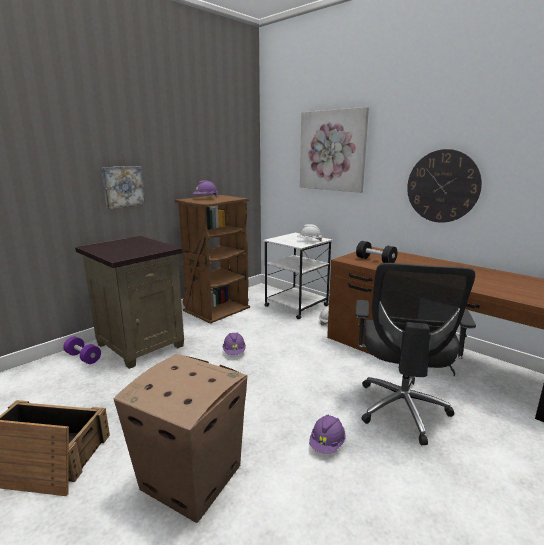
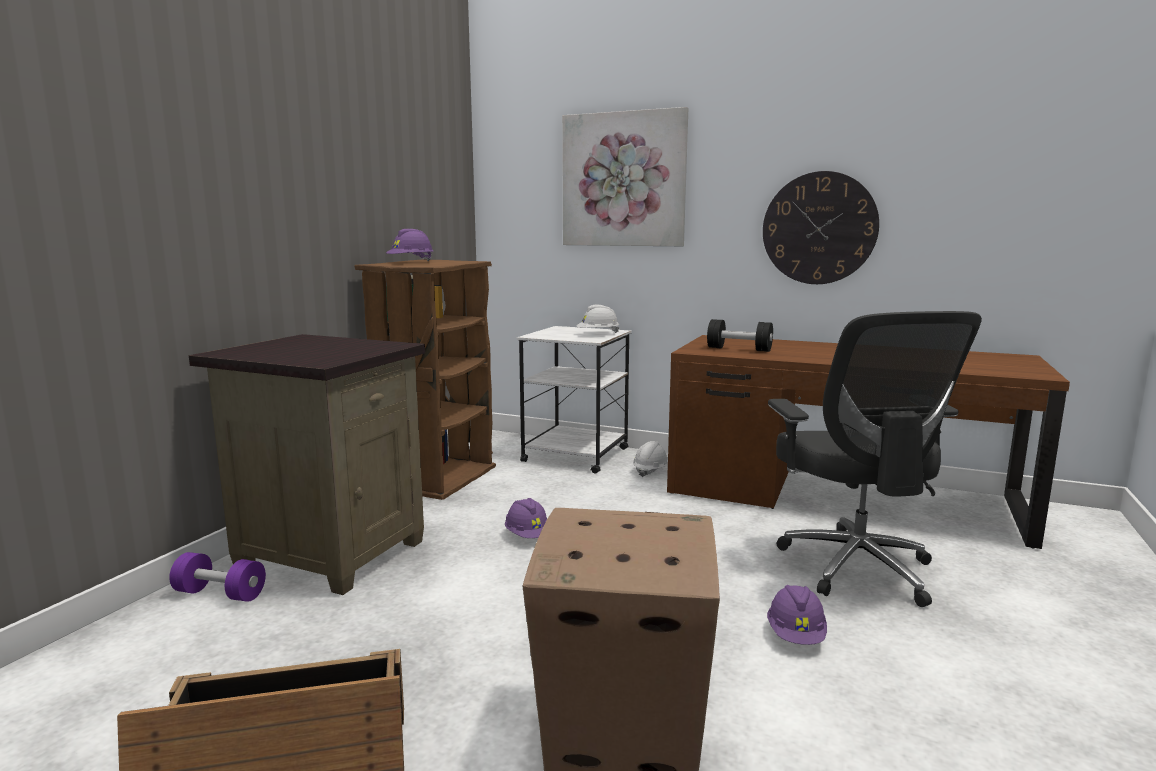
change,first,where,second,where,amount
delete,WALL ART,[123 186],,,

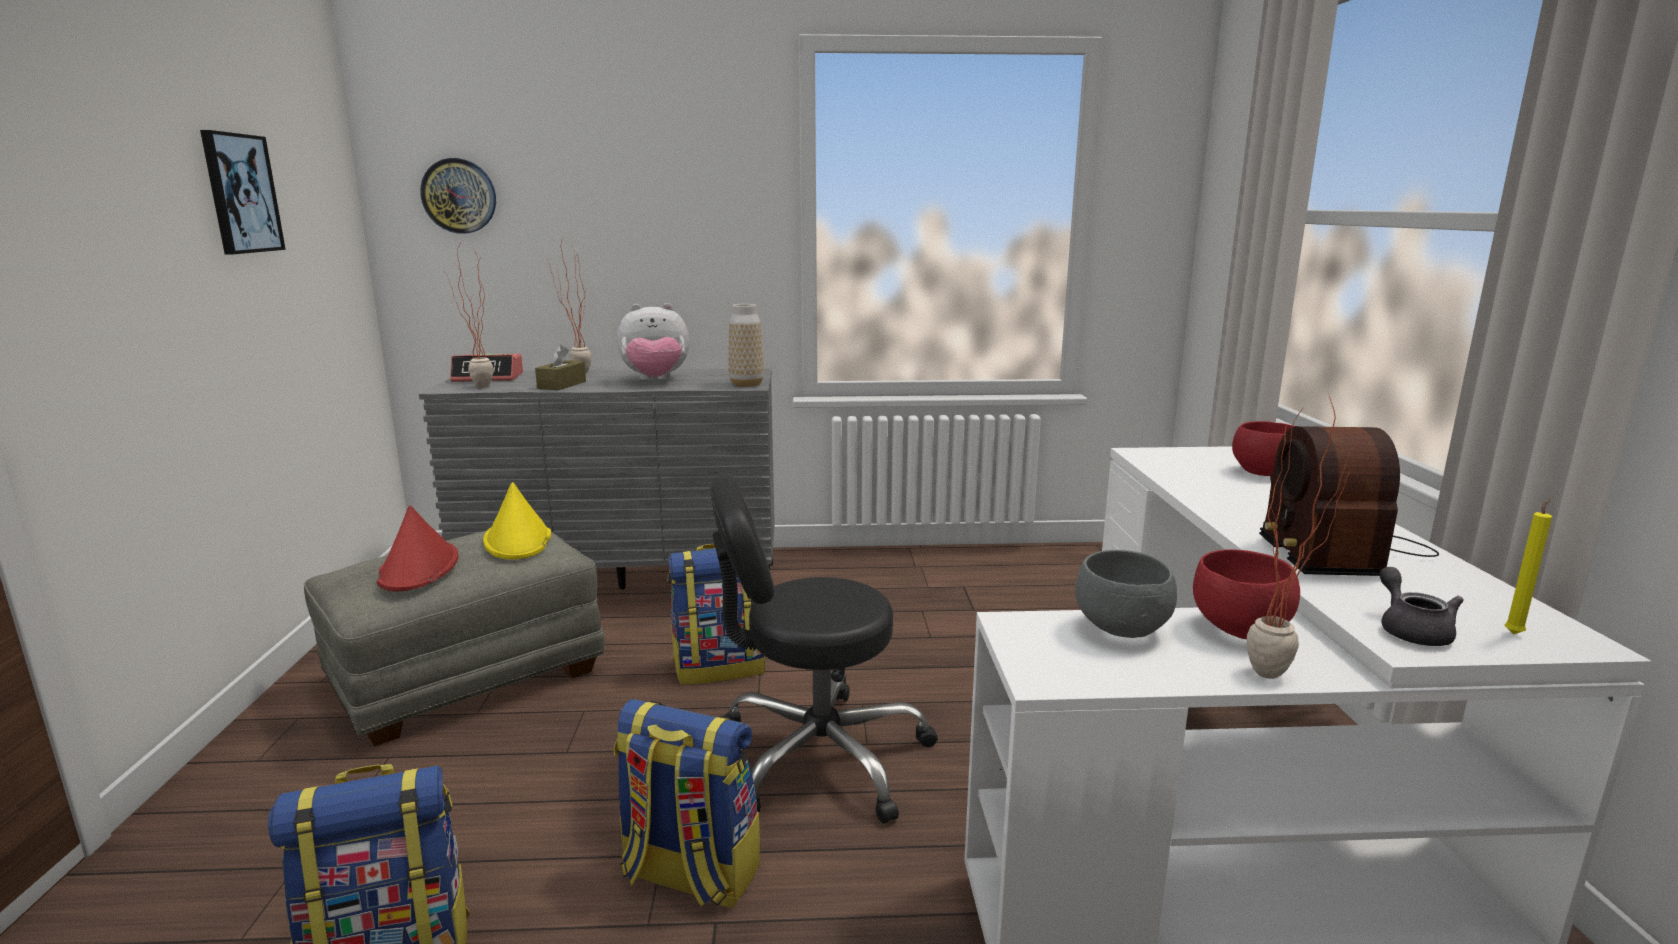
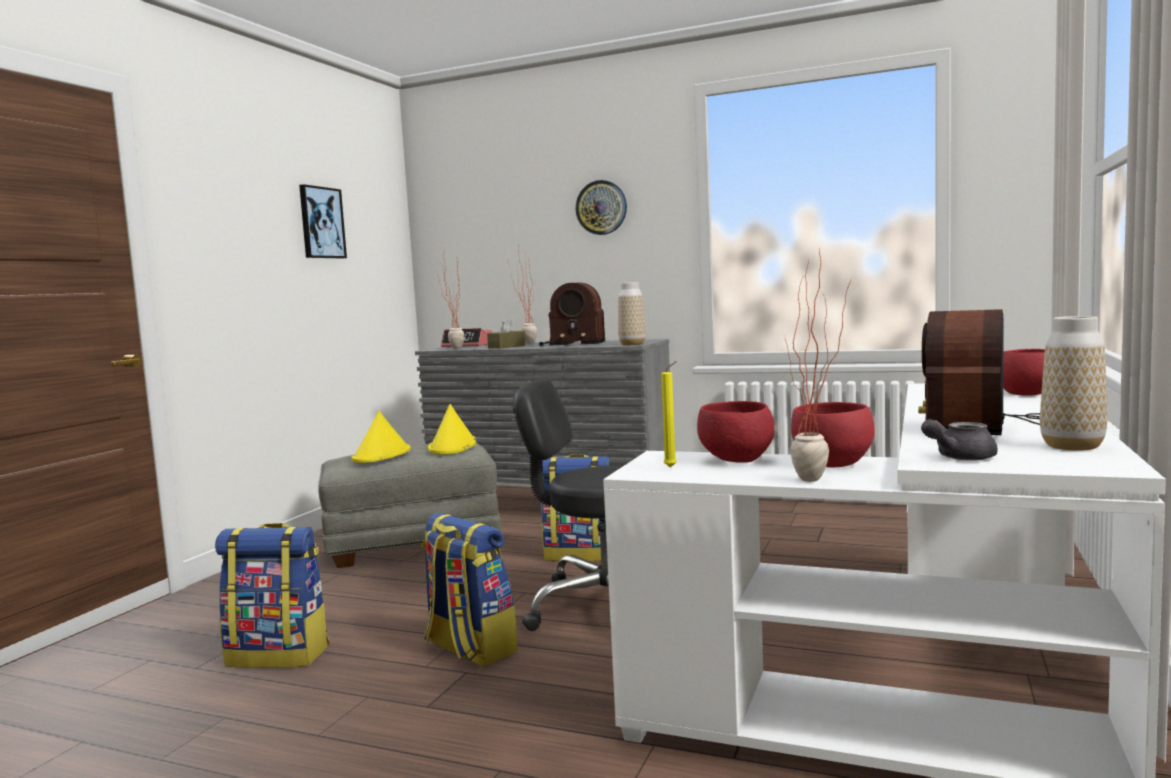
change,first,where,second,where,amount
recolor,RED-COLOURED HAT,[419 568],YELLOW HAT,[382 455],
replace,CUDDLY TOY,[655 381],RADIO RECEIVER,[572 344],
move,WALL CLOCK,[459 196],,[601 207],
move,YELLOW WAX LIGHT,[1514 633],,[672 467],
recolor,GREYISH SERVING BOWL,[1124 630],RED-COLOURED SERVING BOWL,[738 460],
rotate,GREYISH POT FOR TEA,[1411 630],,[958 458],135 degrees counterclockwise
insert,,,VASE,[1072 446],

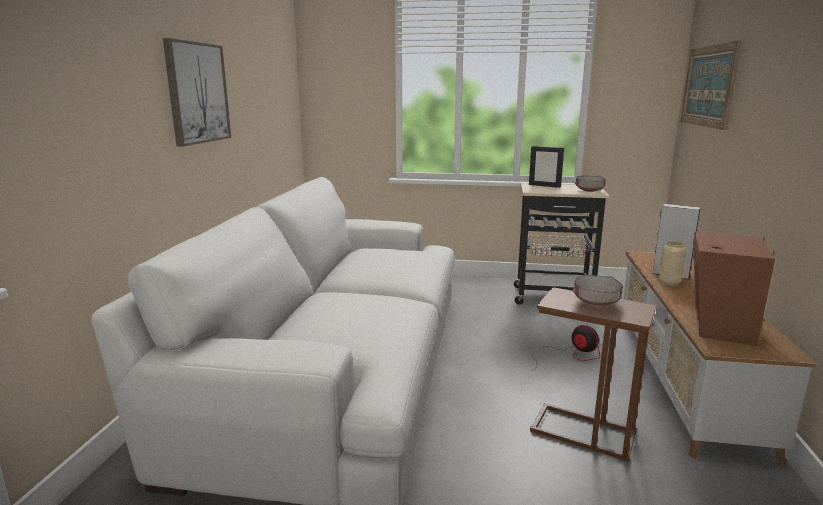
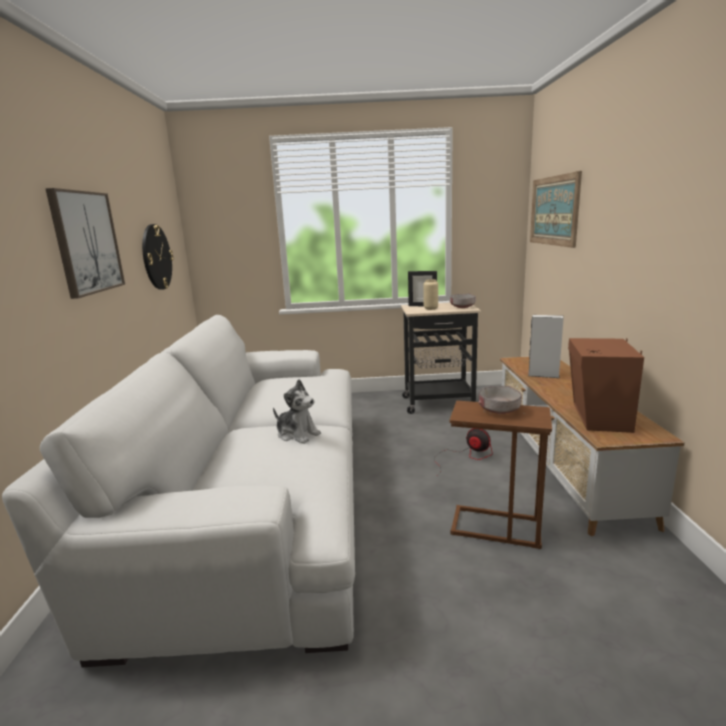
change,first,where,second,where,amount
insert,,,WALL CLOCK,[156 257],
insert,,,CUDDLY TOY,[297 434],
move,SAND-COLOURED VASE,[669 283],,[430 308],

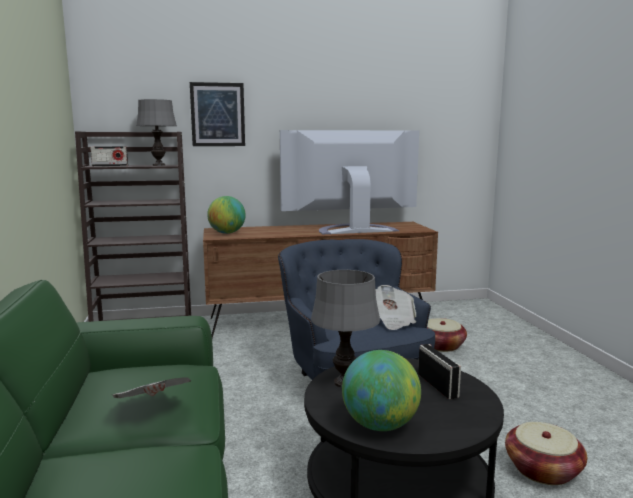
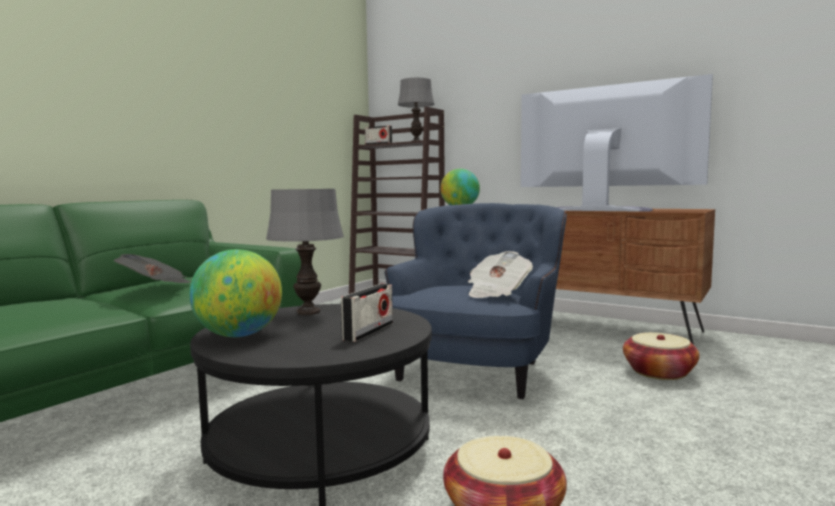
change,first,where,second,where,amount
delete,WALL ART,[217 114],,,

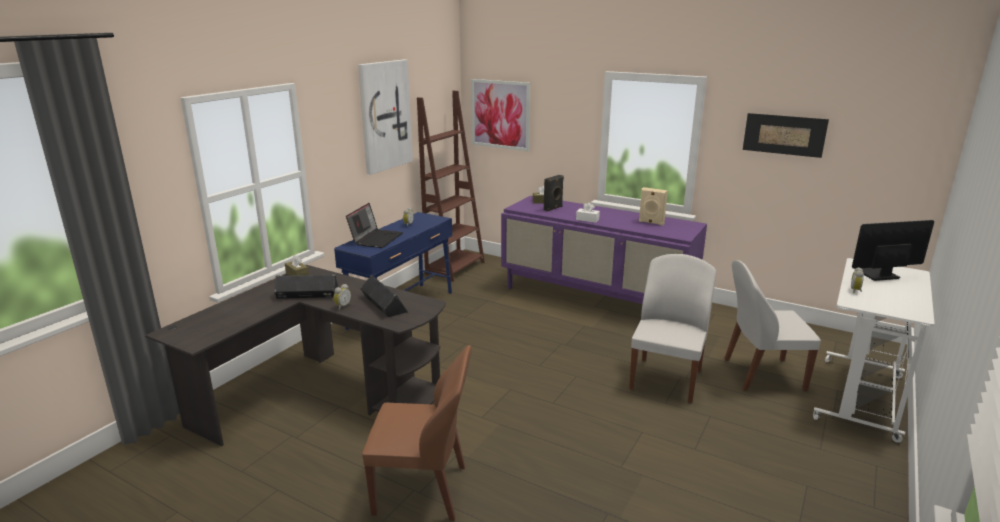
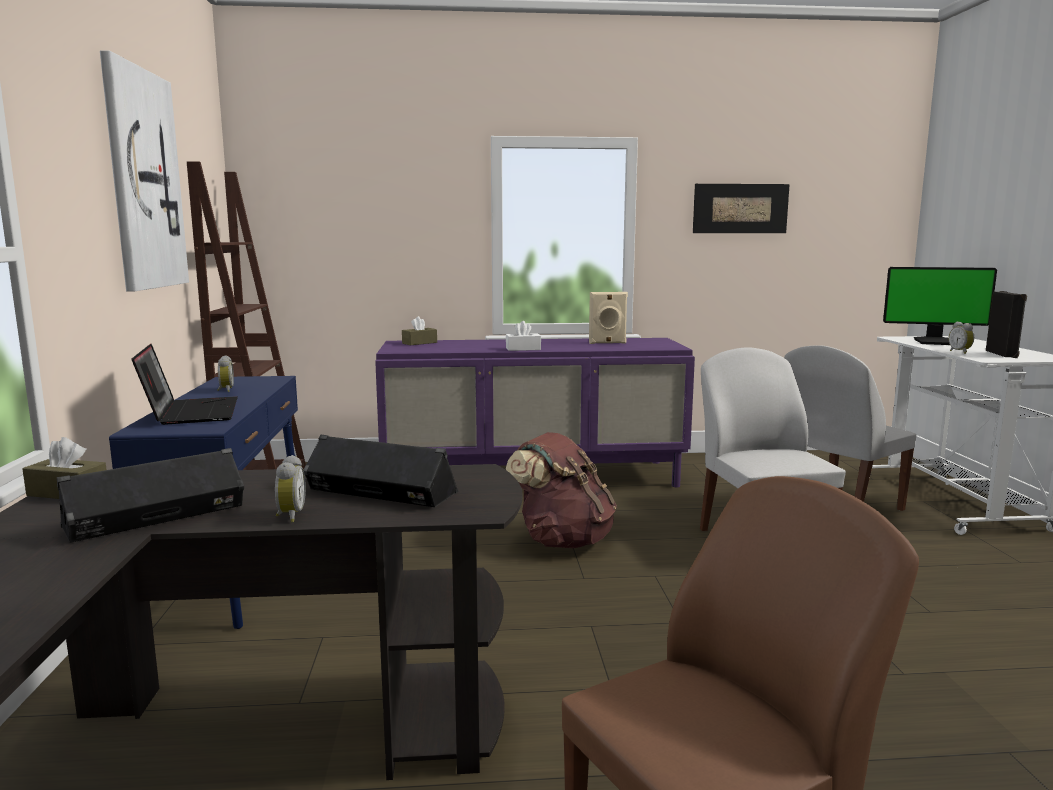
change,first,where,second,where,amount
insert,,,BROWN-COLOURED BACKPACK,[562 540],
rotate,COMPUTER DISPLAY,[877 275],,[937 342],120 degrees counterclockwise
move,BLACK-COLOURED LOUDSPEAKER,[553 208],,[1002 354],
delete,WALL ART,[500 114],,,

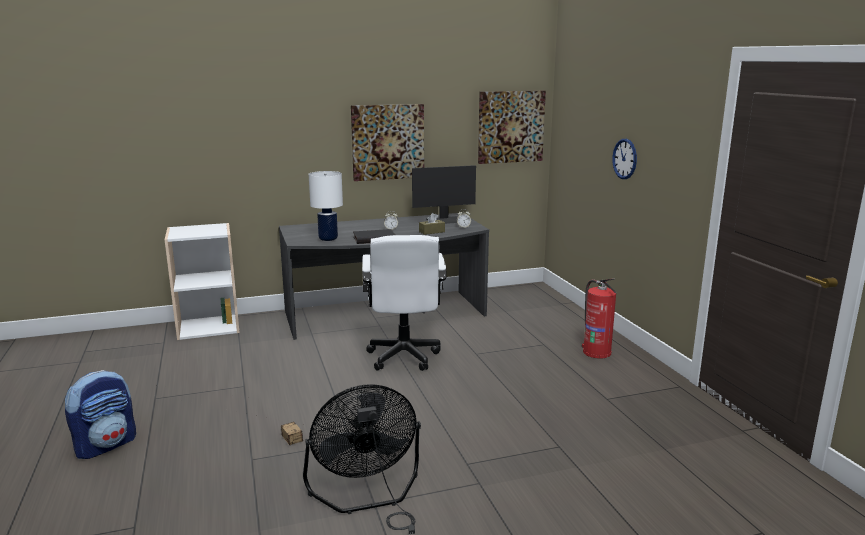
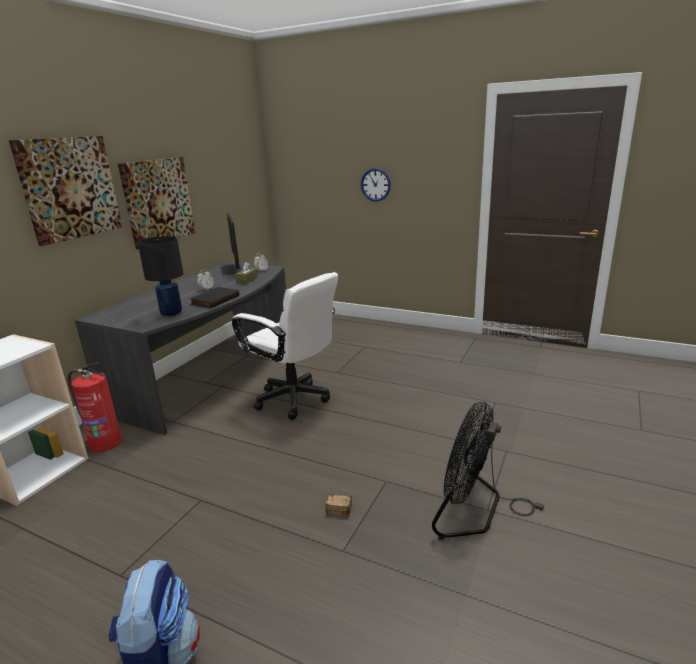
change,first,where,second,where,amount
move,WALL ART,[510 126],,[69 188],
move,EXTINGUISHER,[596 352],,[105 442],
recolor,WHITE TABLETOP LAMP,[328 239],BLACK-COLOURED TABLETOP LAMP,[172 314],
rotate,COMPUTER DISPLAY,[445 220],,[232 270],135 degrees clockwise

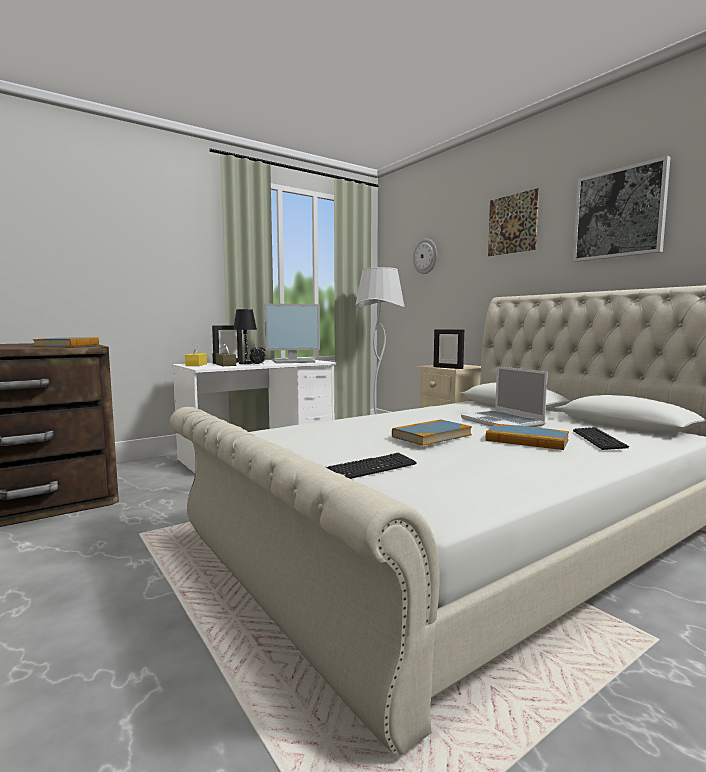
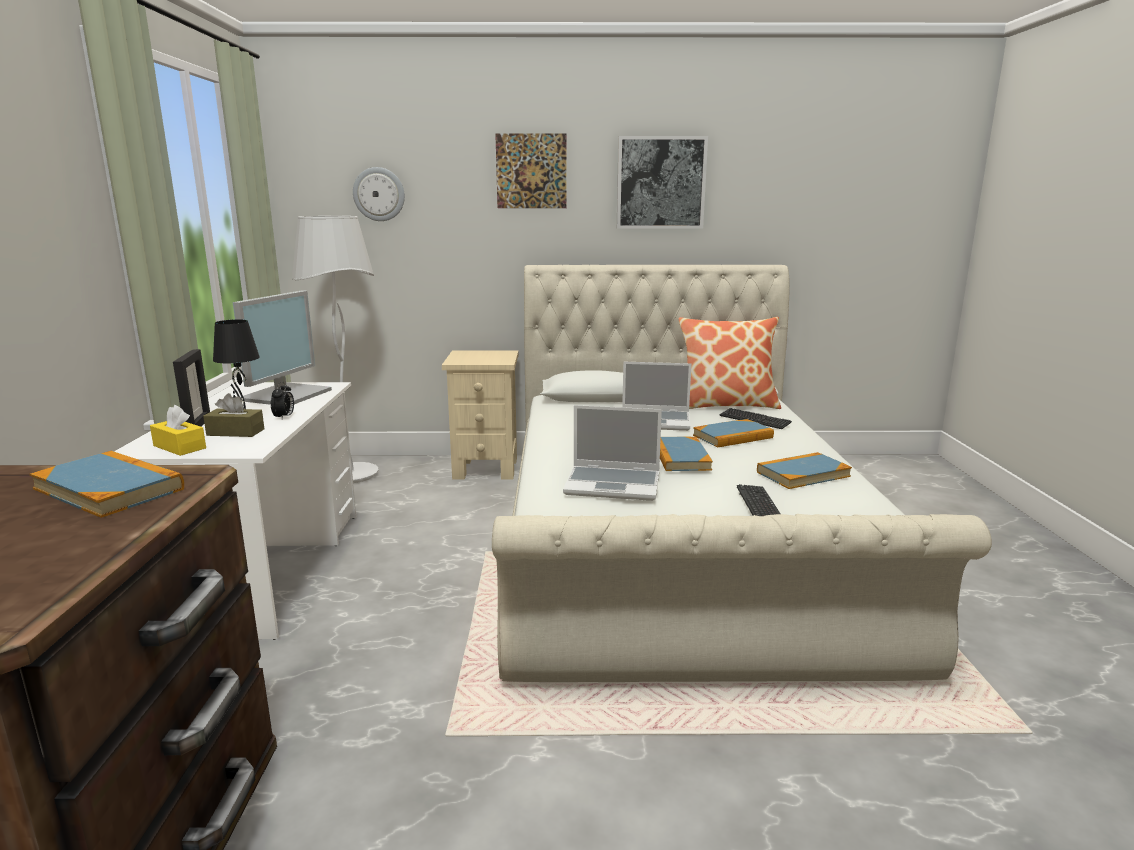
change,first,where,second,where,amount
insert,,,LAPTOP,[614 484],
insert,,,THROW PILLOW,[726 405],
insert,,,BOUND BOOK,[803 474],
delete,PICTURE FRAME,[448 367],,,

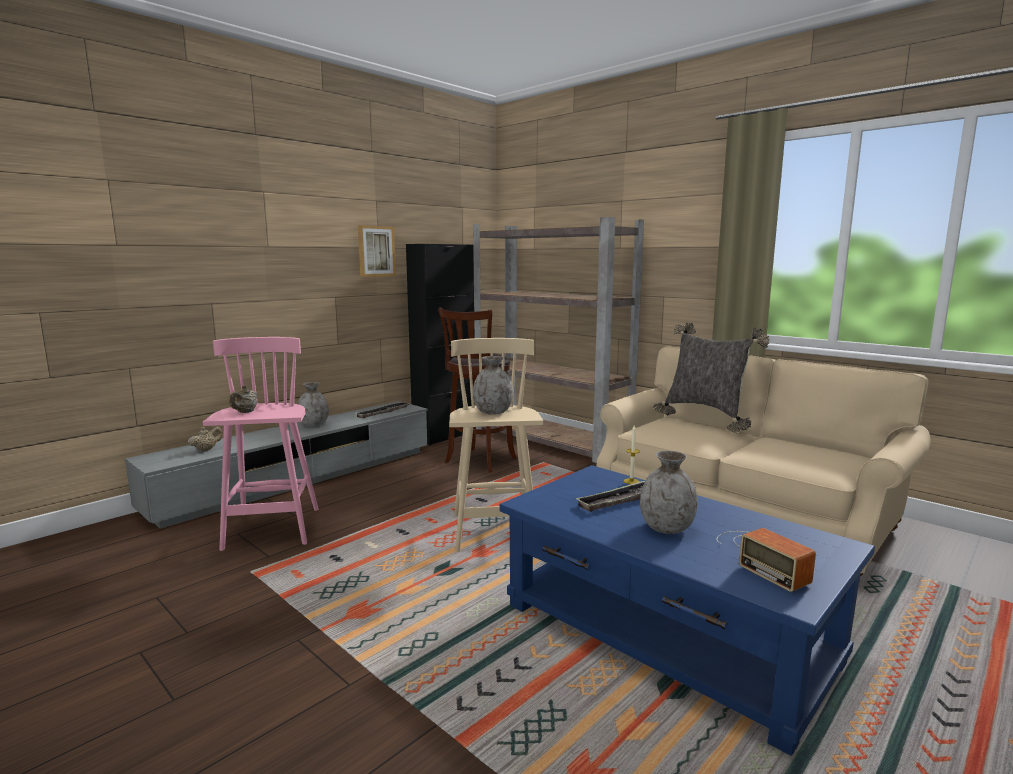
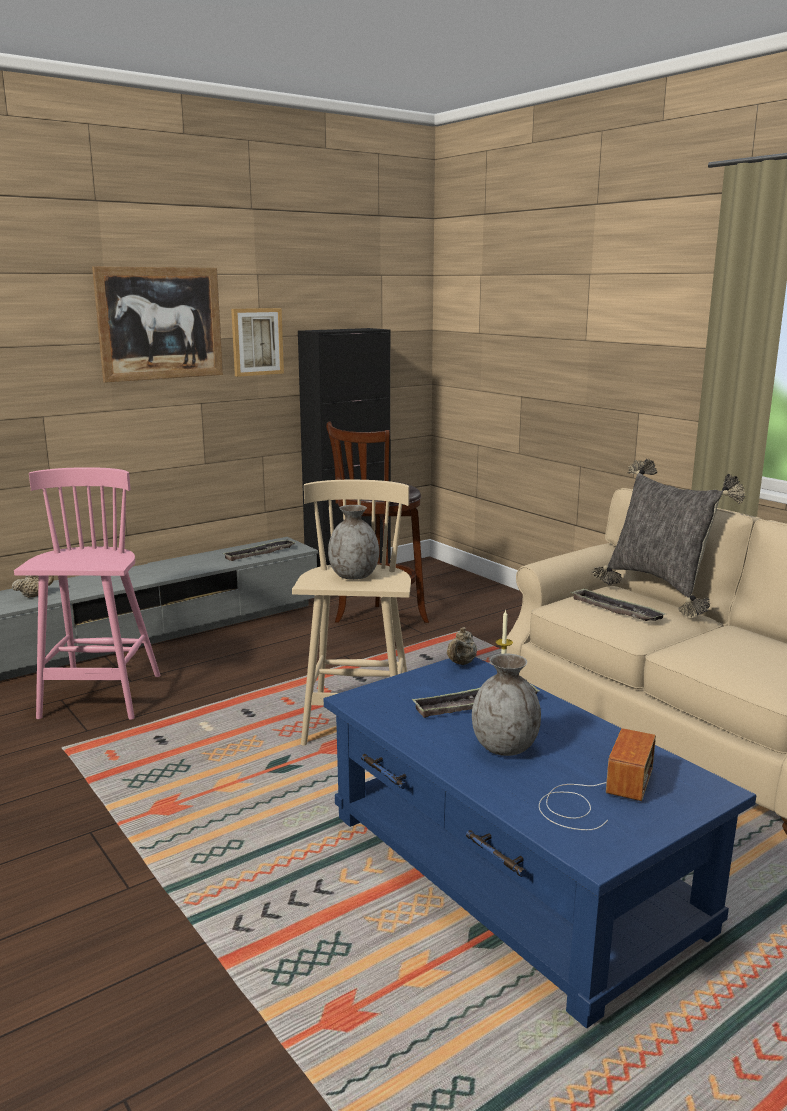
change,first,where,second,where,amount
insert,,,WALL ART,[160 323],
move,SAND-COLOURED POT FOR TEA,[245 412],,[461 663],
rotate,RADIO RECEIVER,[761 556],,[596 795],135 degrees counterclockwise
insert,,,CARRYING TRAY,[616 610],
delete,GREYISH VASE,[314 424],,,
delete,BROWN-COLOURED BOOKCASE,[550 439],,,

